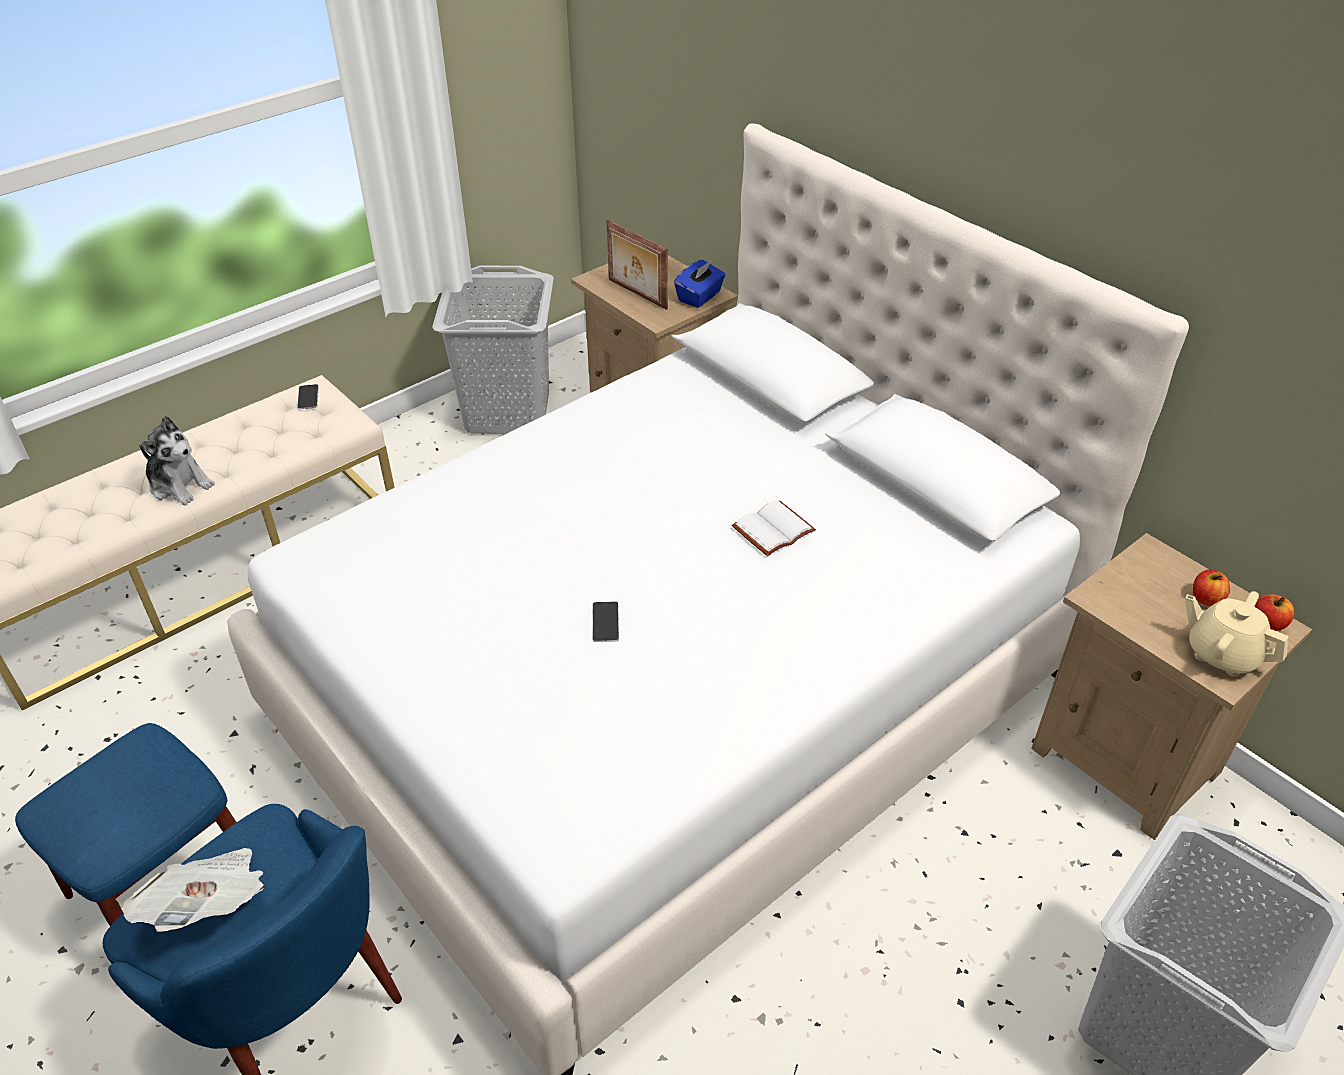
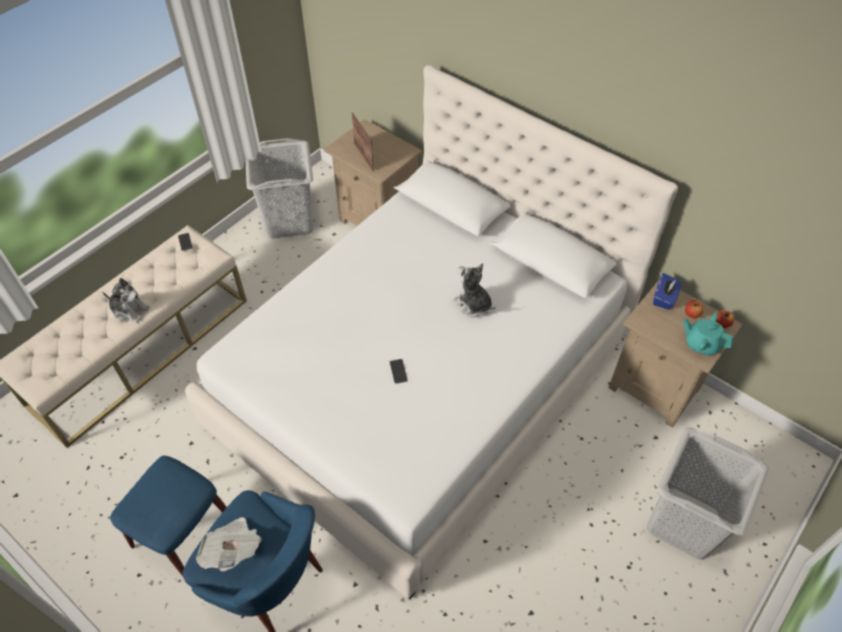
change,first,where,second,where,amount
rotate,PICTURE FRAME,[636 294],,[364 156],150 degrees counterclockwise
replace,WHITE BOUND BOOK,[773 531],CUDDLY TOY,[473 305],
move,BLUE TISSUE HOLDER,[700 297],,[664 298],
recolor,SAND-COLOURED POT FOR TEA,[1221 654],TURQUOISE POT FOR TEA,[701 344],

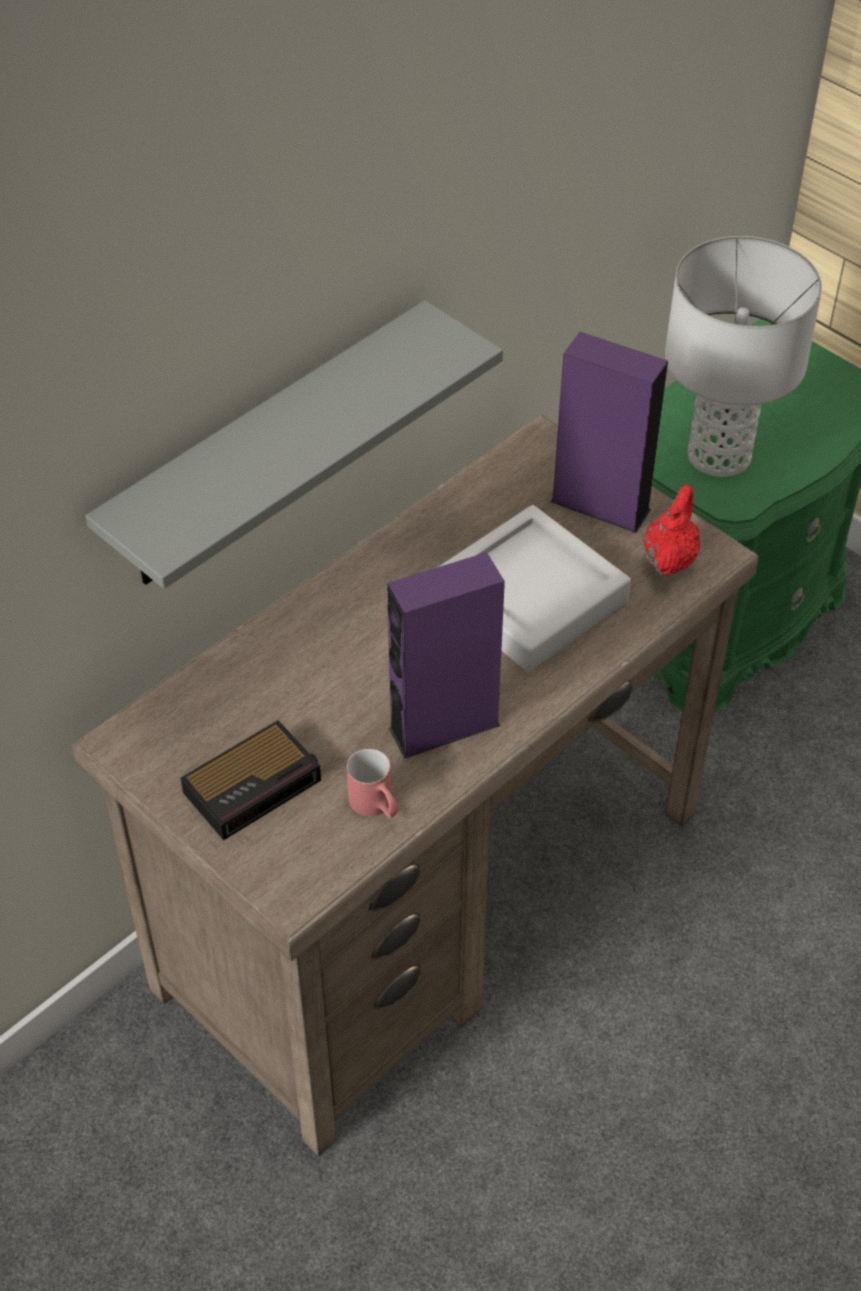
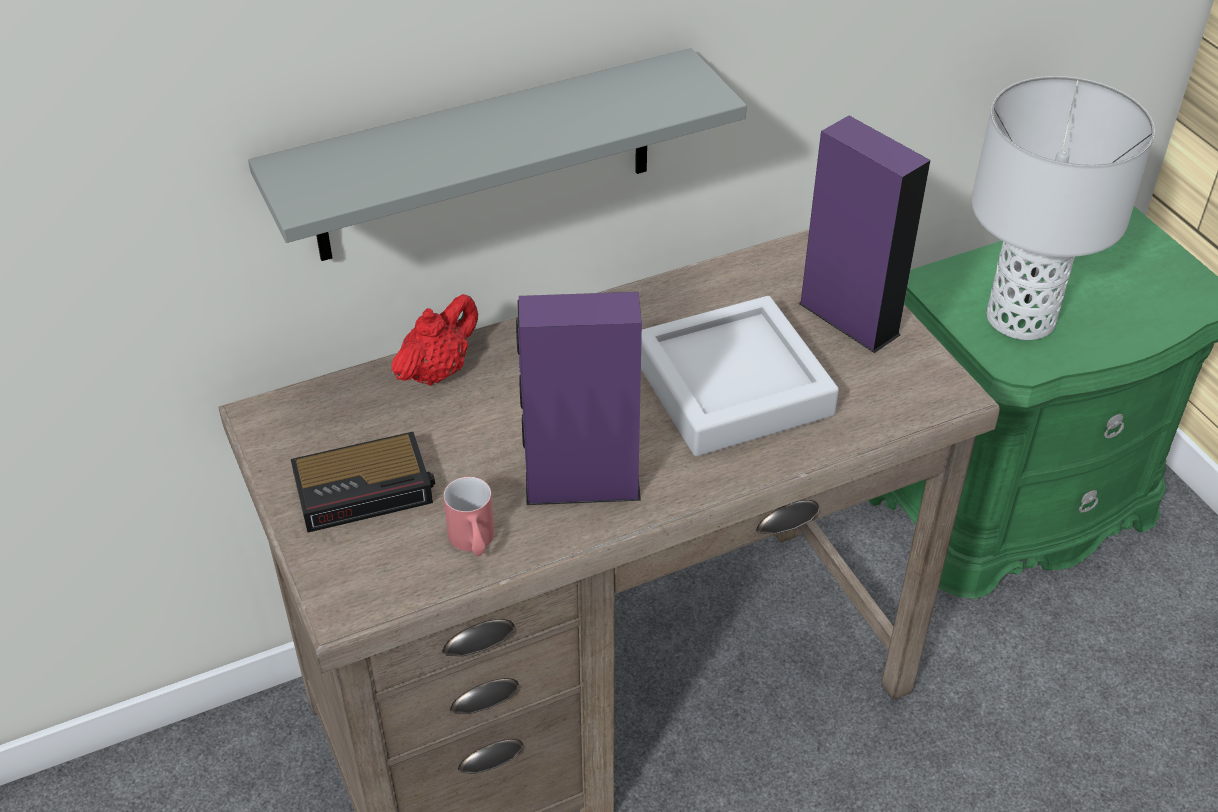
change,first,where,second,where,amount
move,RED-COLOURED POT FOR TEA,[669 559],,[437 371],

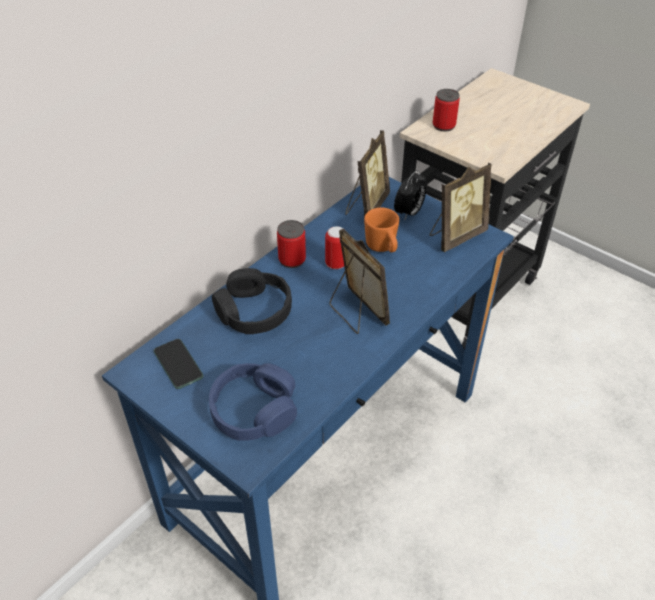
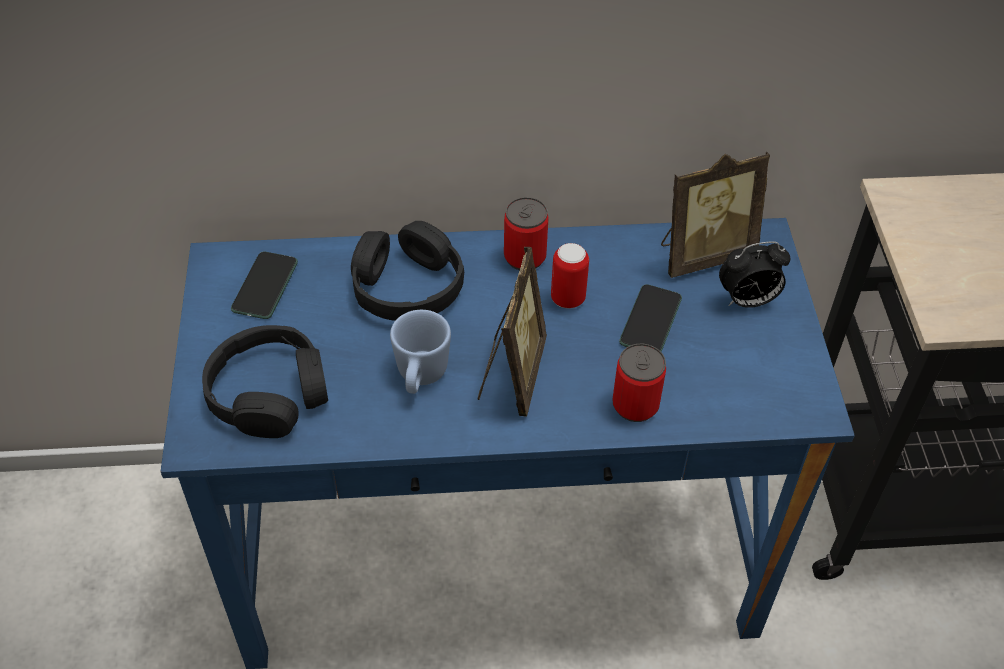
change,first,where,second,where,amount
recolor,BLUE HEADSET,[254 410],BLACK-COLOURED HEADSET,[269 393],
insert,,,BLUE TEA MUG,[420 377],
move,METAL CAN,[443 125],,[635 405],
replace,ORANGE-COLOURED TEA MUG,[382 248],PHONE,[650 321],
delete,PICTURE FRAME,[455 236],,,

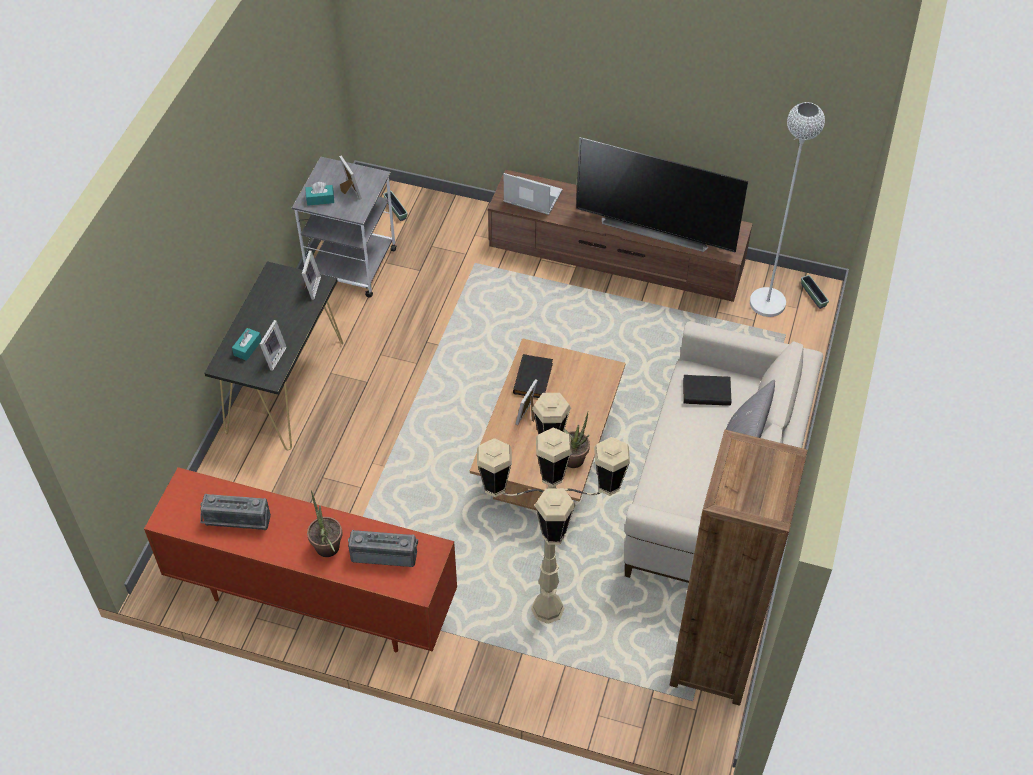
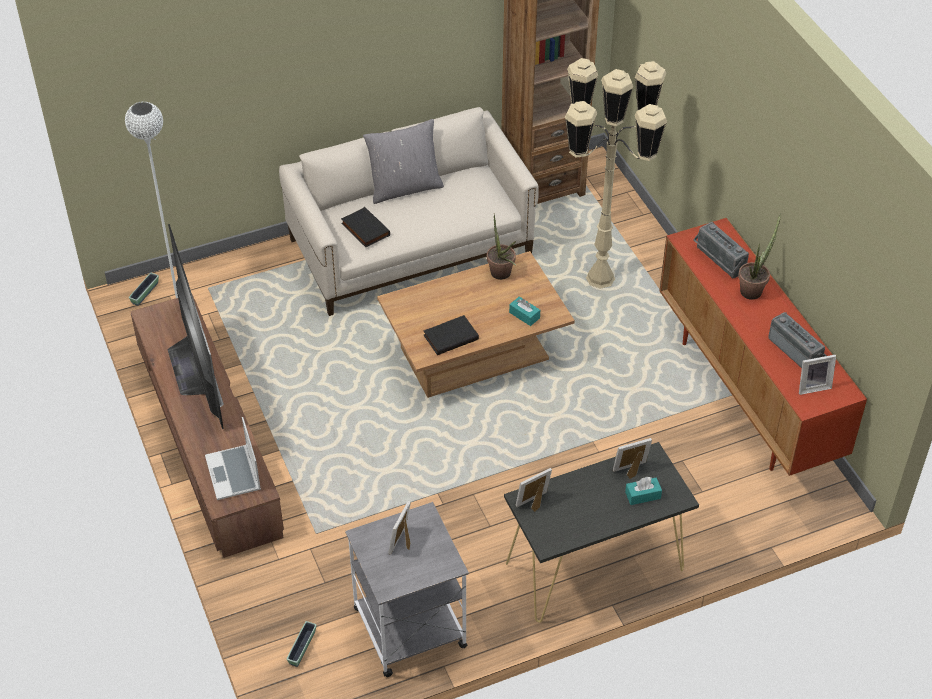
change,first,where,second,where,amount
move,TURQUOISE TISSUE HOLDER,[320 199],,[524 315],
move,PICTURE FRAME,[529 415],,[812 386],

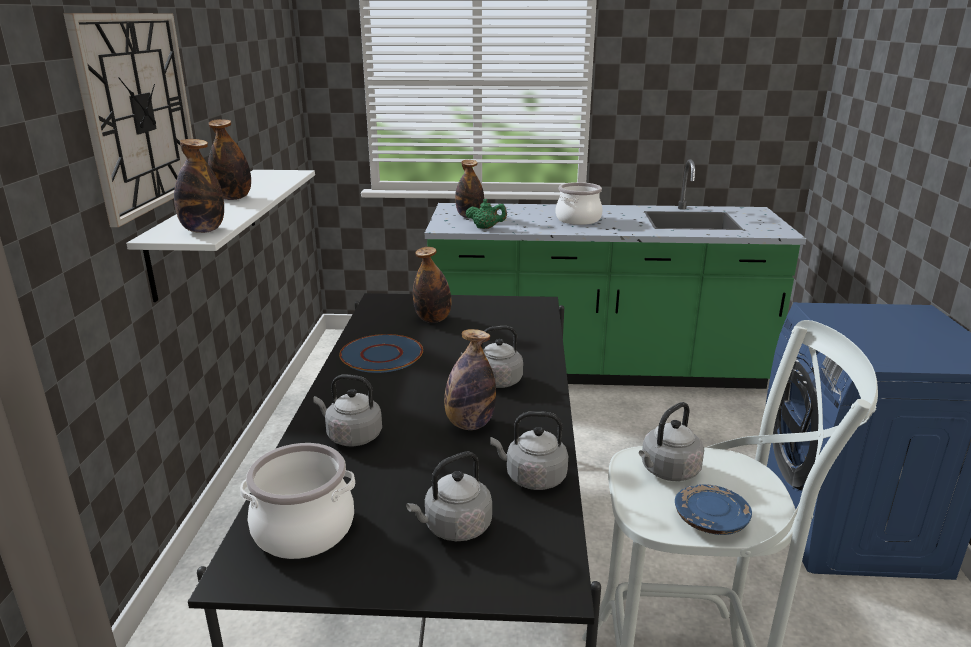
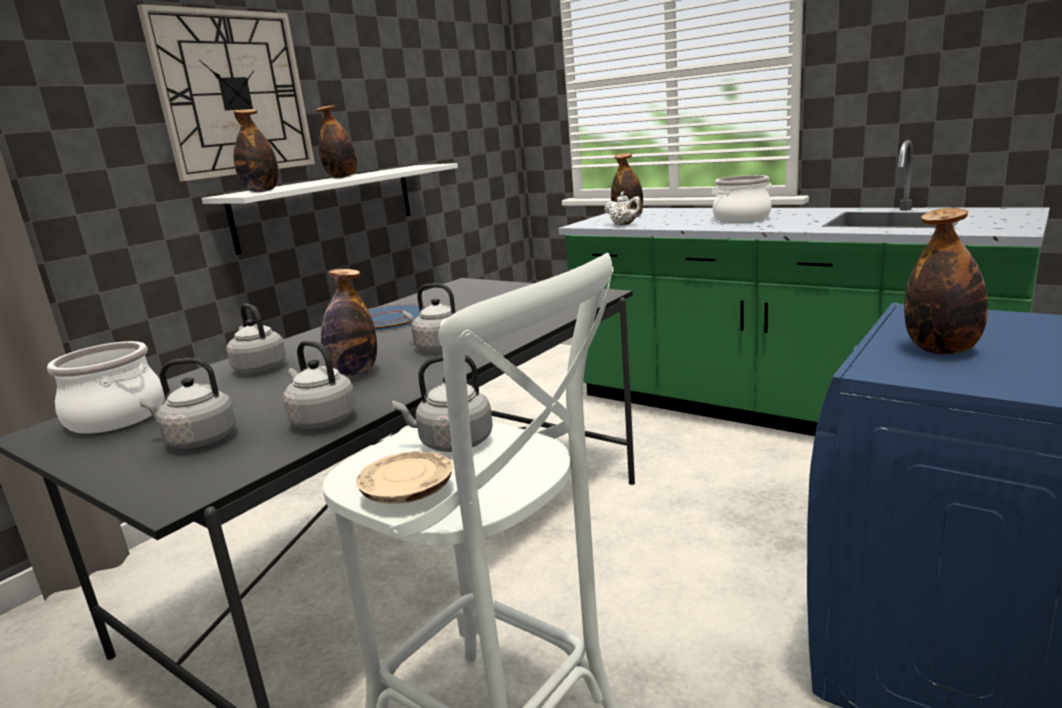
change,first,where,second,where,amount
recolor,BLUE PLATE,[710 520],SAND-COLOURED PLATE,[407 492],
recolor,GREEN POT FOR TEA,[486 228],WHITE POT FOR TEA,[624 225],
move,BOTTLE,[433 319],,[941 350],

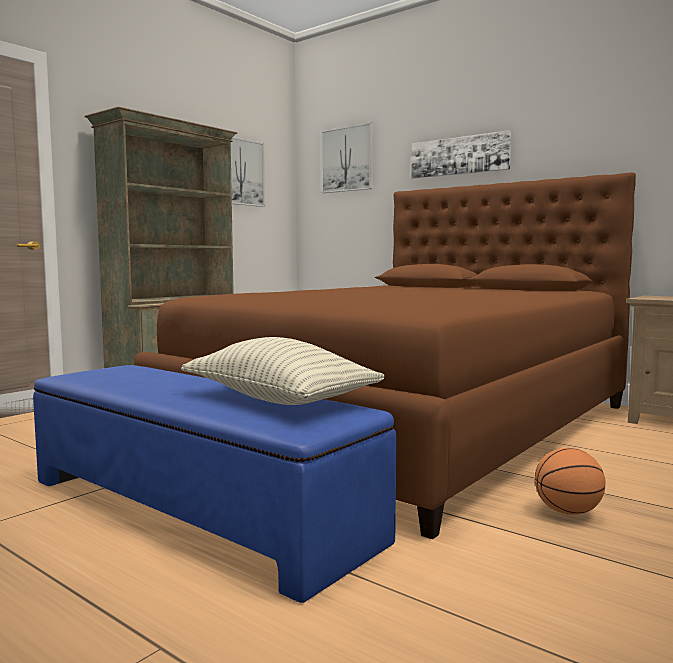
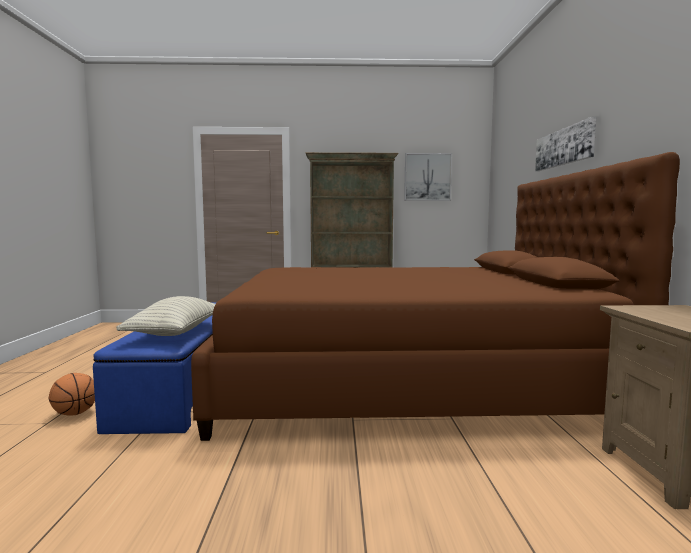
change,first,where,second,where,amount
move,BALL FOR BASKETBALL,[567 512],,[75 413],
delete,WALL ART,[347 159],,,

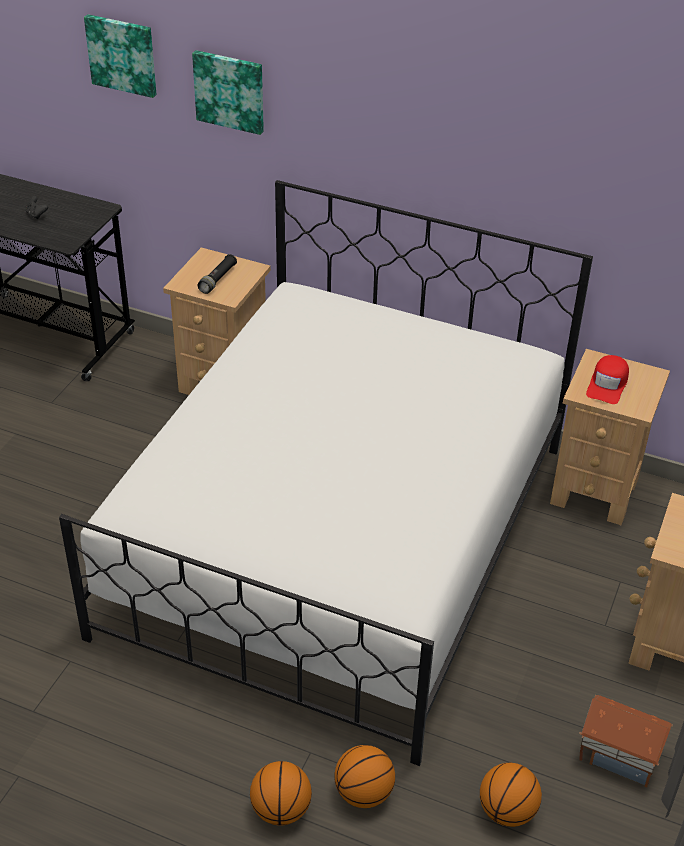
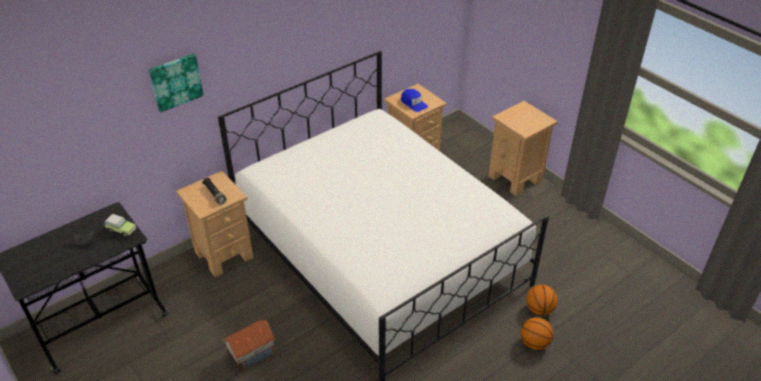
change,first,where,second,where,amount
insert,,,MINIATURE CAR,[121 230],
move,TOY HOUSE,[618 755],,[251 354],
recolor,RED-COLOURED CAP,[607 384],BLUE CAP,[413 103],
delete,WALL ART,[122 54],,,
delete,BALL FOR BASKETBALL,[506 811],,,

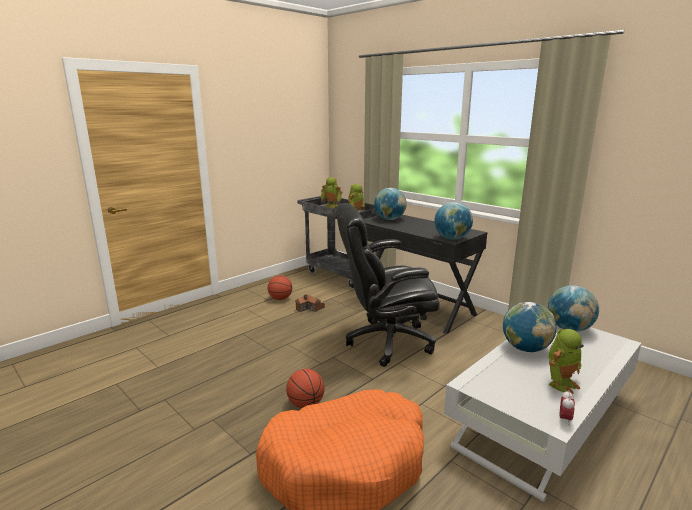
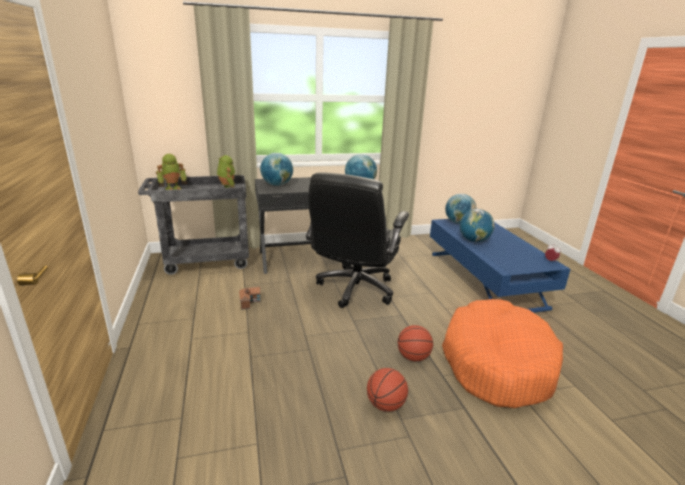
change,first,where,second,where,amount
move,BALL FOR BASKETBALL,[280 299],,[385 405],
recolor,WHITE LOUNGE TABLE,[542 419],BLUE LOUNGE TABLE,[484 279],
delete,ROBOT FIGURE,[560 383],,,

